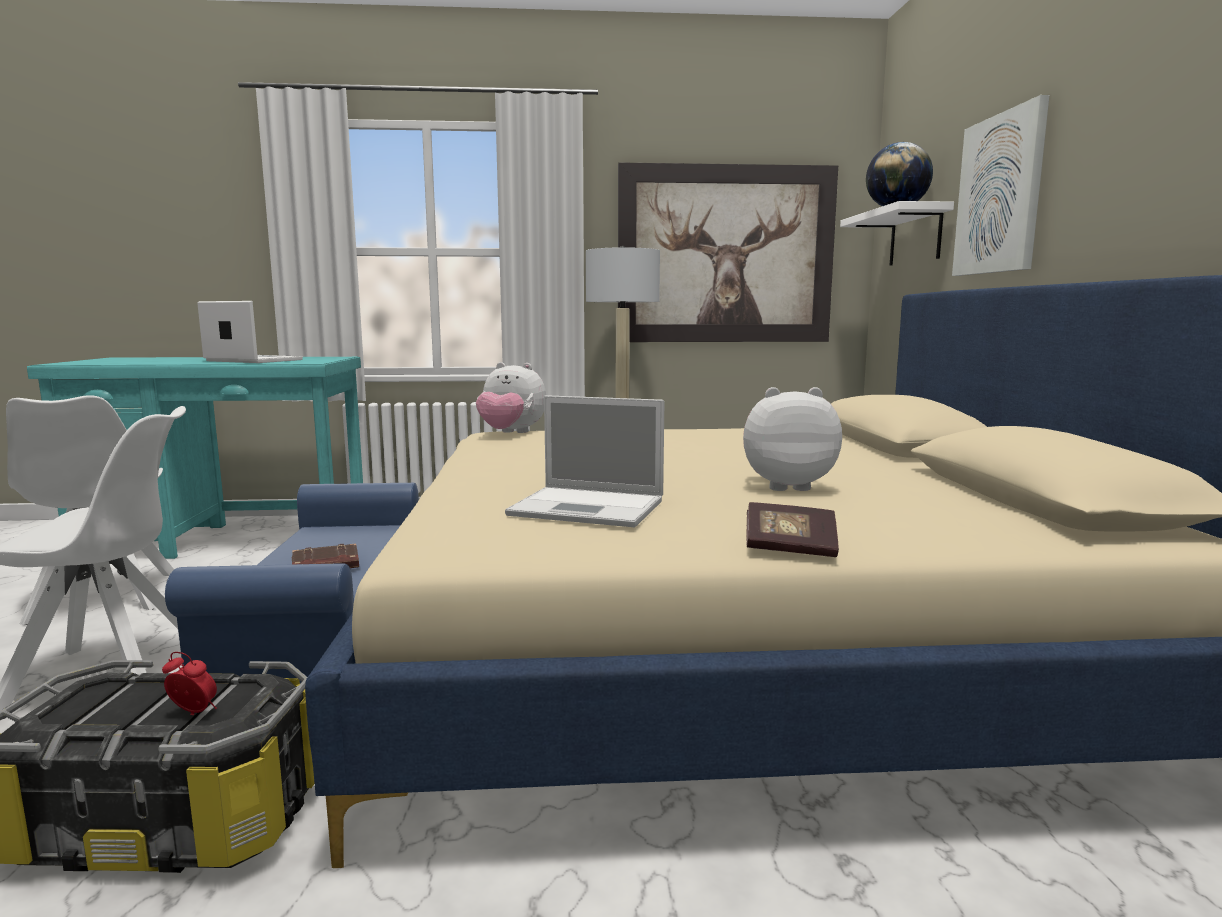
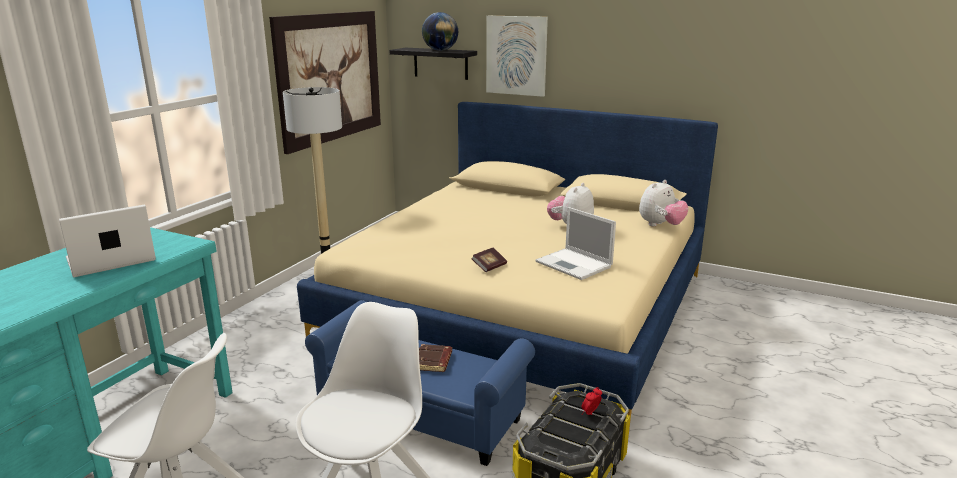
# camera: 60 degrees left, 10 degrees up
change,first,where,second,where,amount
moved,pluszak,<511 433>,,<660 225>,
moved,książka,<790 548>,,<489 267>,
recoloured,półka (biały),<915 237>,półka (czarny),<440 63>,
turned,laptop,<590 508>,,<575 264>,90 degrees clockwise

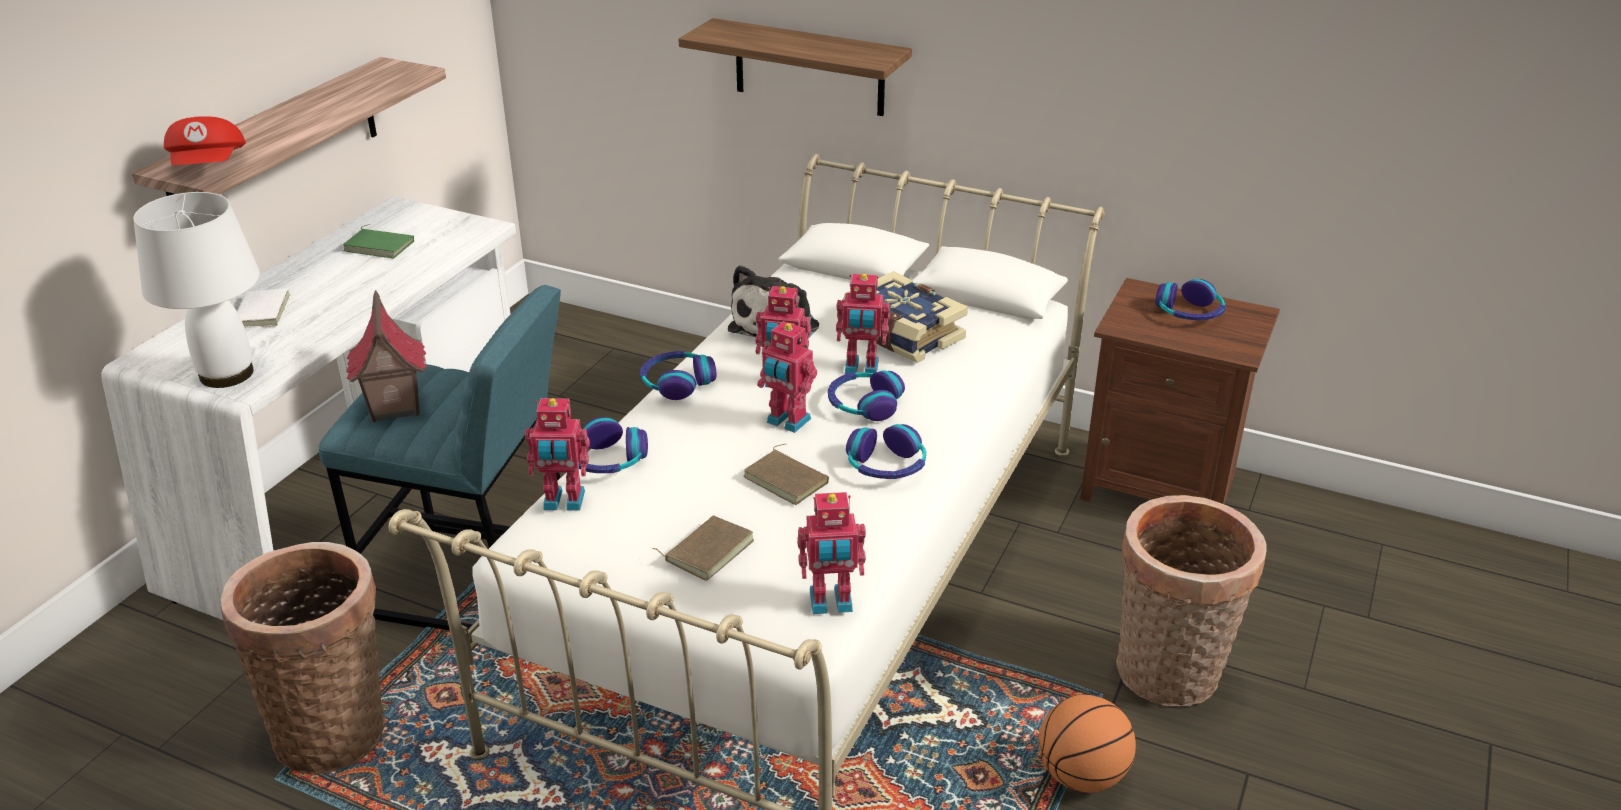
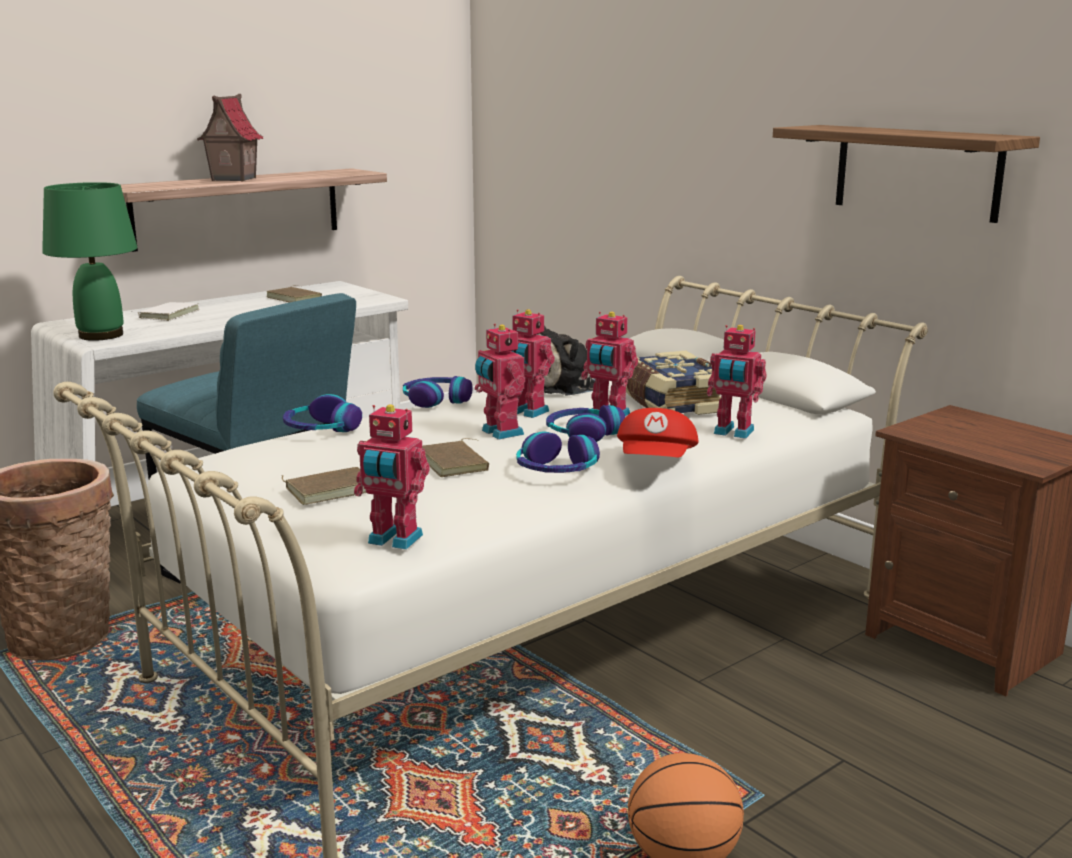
# camera: 25 degrees right, 15 degrees down
change,first,where,second,where,amount
removed,koszyk,<1167 677>,,,
removed,słuchawki,<1189 313>,,,
moved,czapka z daszkiem (czerwony),<210 167>,,<657 463>,
moved,domek,<394 407>,,<233 179>,
moved,robot zabawkowy,<563 502>,,<733 432>,
moved,półka,<809 68>,,<916 172>,
recoloured,lampa stołowa (biały),<226 373>,lampa stołowa (zielony),<101 335>,
recoloured,książka (zielony),<380 246>,książka (brązowy),<295 298>,

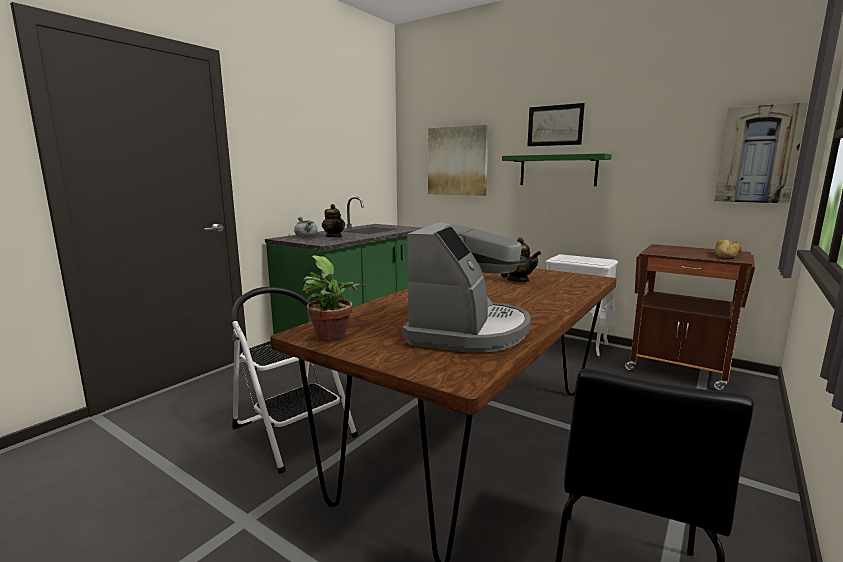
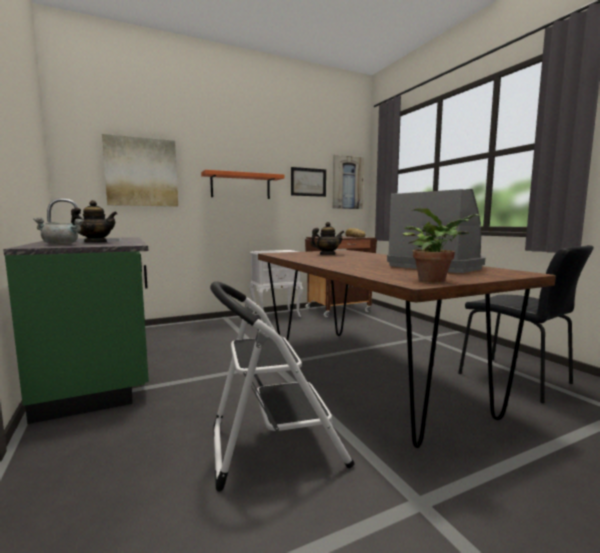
# camera: 60 degrees left, 5 degrees down
change,first,where,second,where,amount
moved,obraz,<555 125>,,<308 182>,
recoloured,półka (zielony),<557 170>,półka (pomarańczowy),<240 186>,

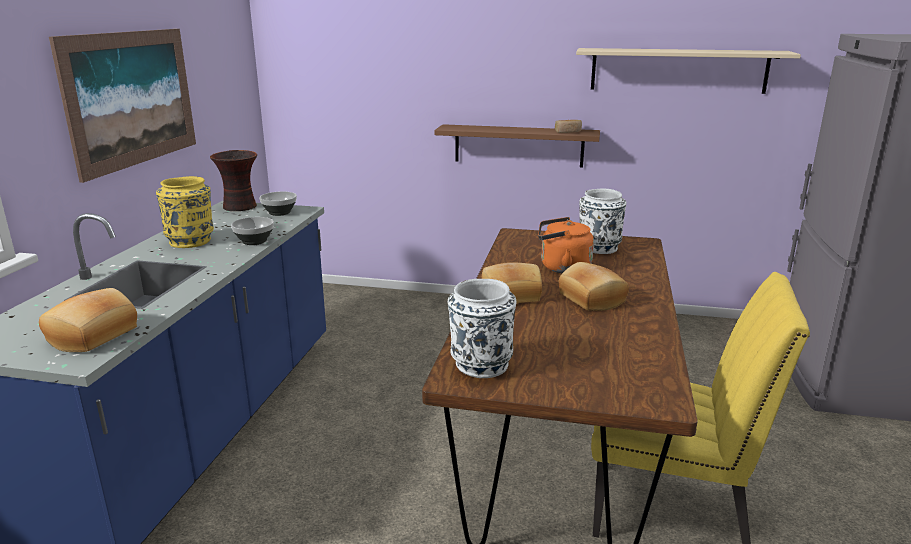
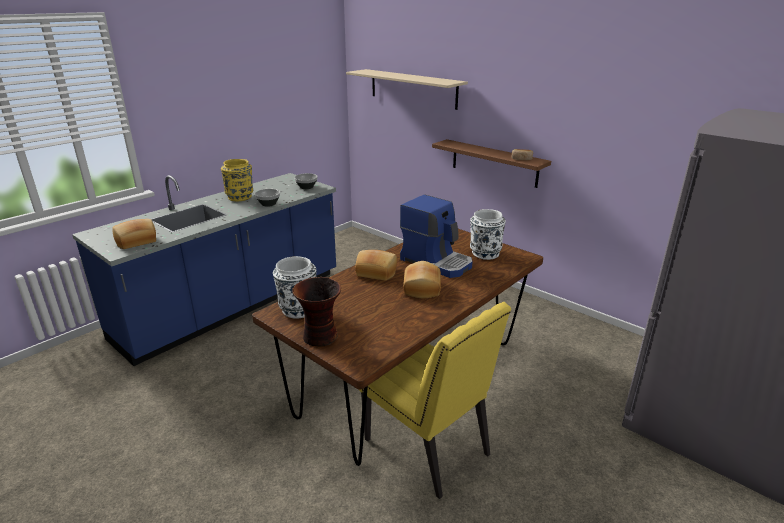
# camera: 30 degrees right, 5 degrees up
change,first,where,second,where,amount
removed,obraz,<132 98>,,,
moved,wazon,<240 207>,,<320 337>,
moved,półka (beżowy),<678 70>,,<413 88>,
replaced,czajnik (pomarańczowy),<561 268>,ekspres do kawy,<437 262>,

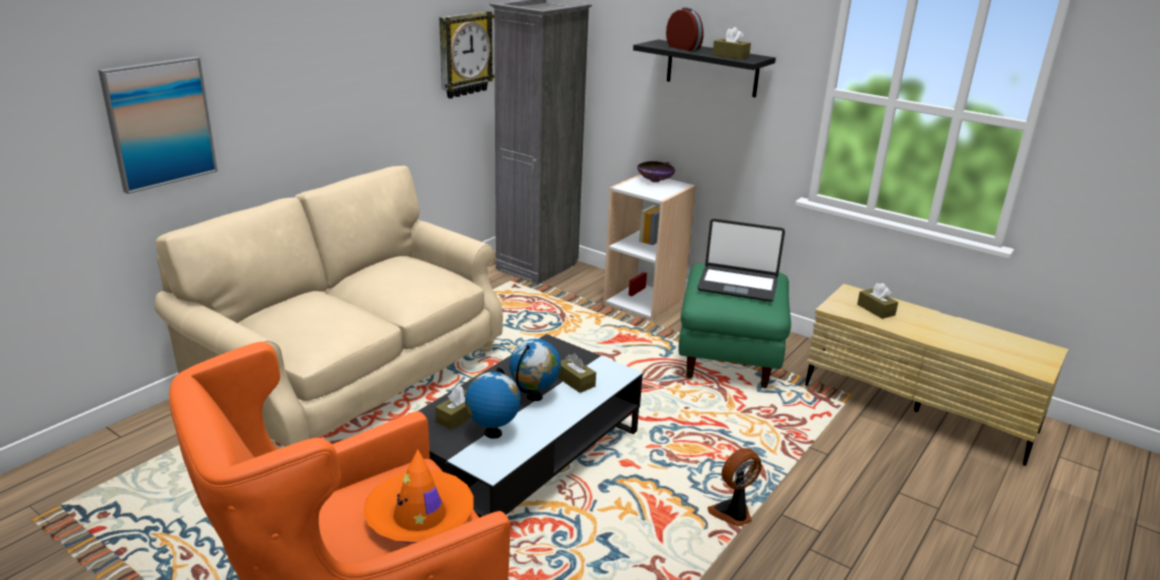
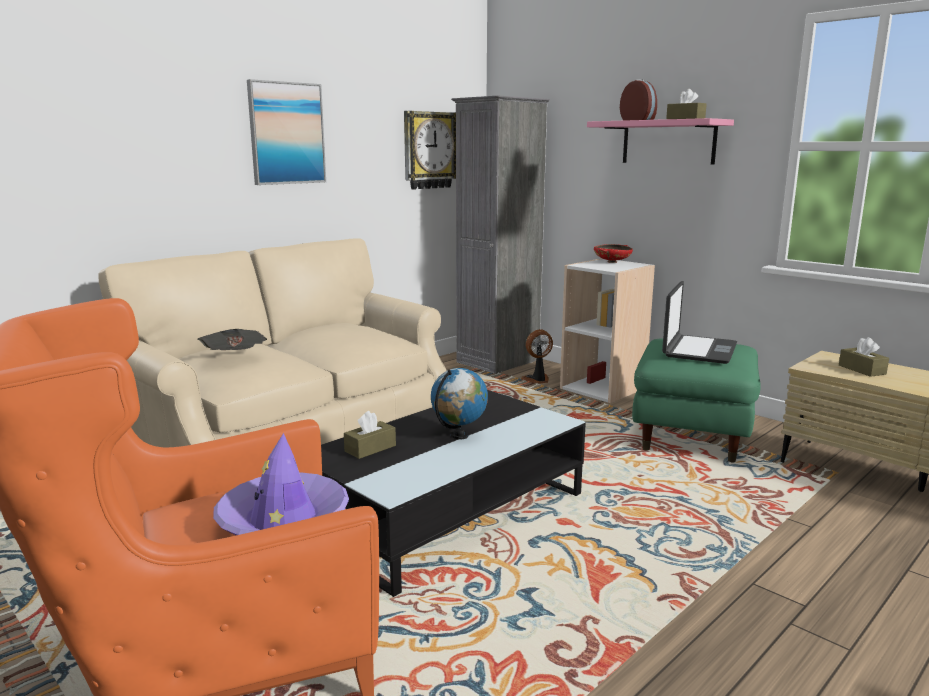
# camera: 10 degrees right, 10 degrees down
change,first,where,second,where,amount
removed,globus,<492 433>,,,
removed,pudełko chusteczek (brązowy),<575 381>,,,
added,,,gazeta,<235 358>,
moved,obraz,<160 123>,,<286 133>,
moved,wentylator,<733 514>,,<537 380>,
recoloured,kapelusz (pomarańczowy),<420 516>,kapelusz (fioletowy),<283 520>,
recoloured,półka (czarny),<712 68>,półka (różowy),<668 142>,
recoloured,miska (fioletowy),<655 181>,miska (czerwony),<612 262>,
turned,laptop,<737 285>,,<698 350>,90 degrees counterclockwise

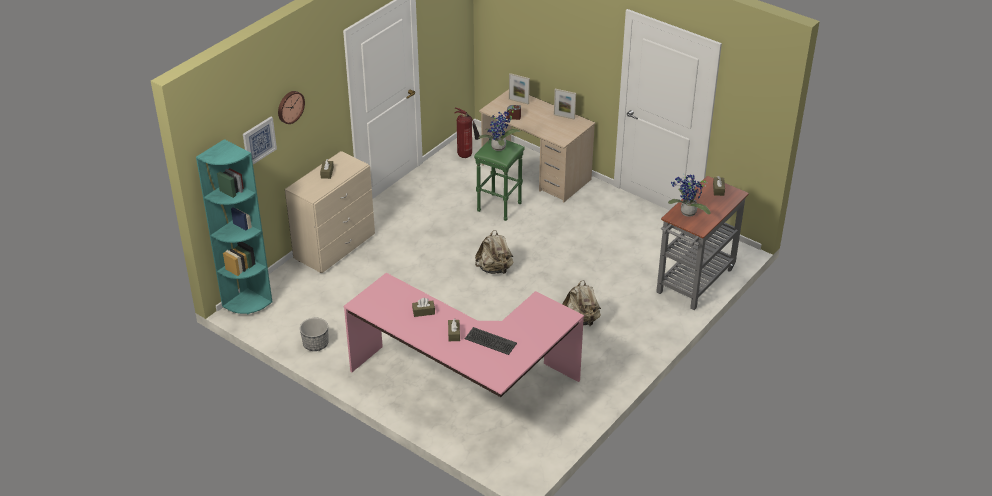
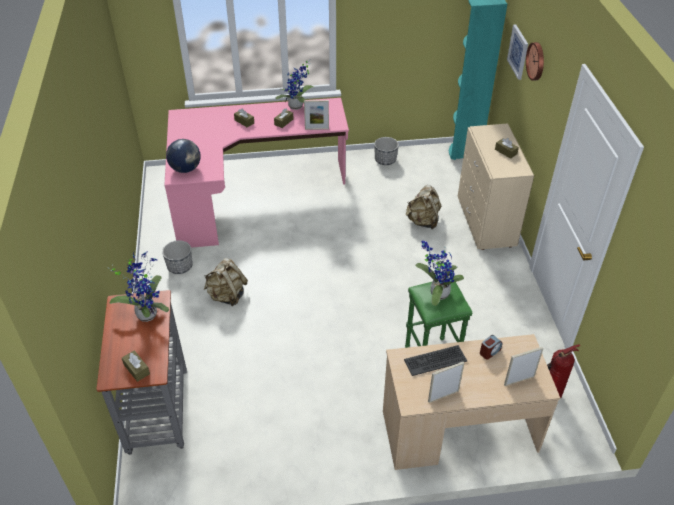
# camera: 135 degrees right, 5 degrees up
change,first,where,second,where,amount
added,,,donica,<180 266>,
added,,,globus,<185 169>,
added,,,roślina doniczkowa,<297 107>,
added,,,ramka na zdjęcie,<317 129>,
moved,klawiatura,<490 341>,,<435 360>,
moved,plecak (beżowy),<495 269>,,<423 221>,

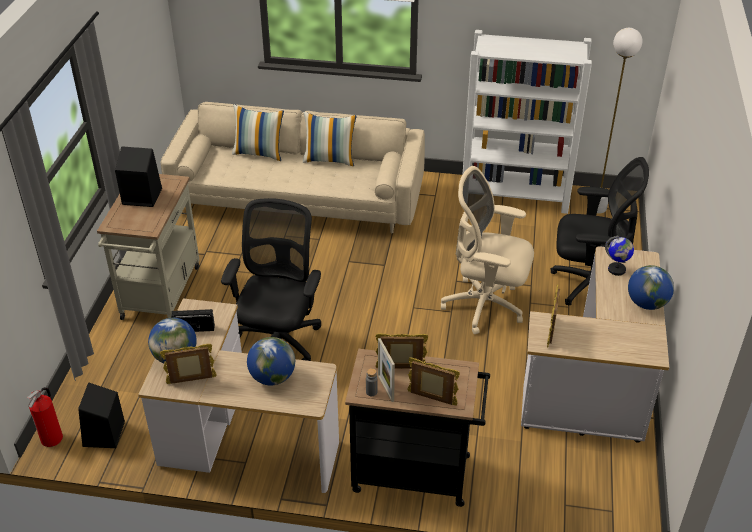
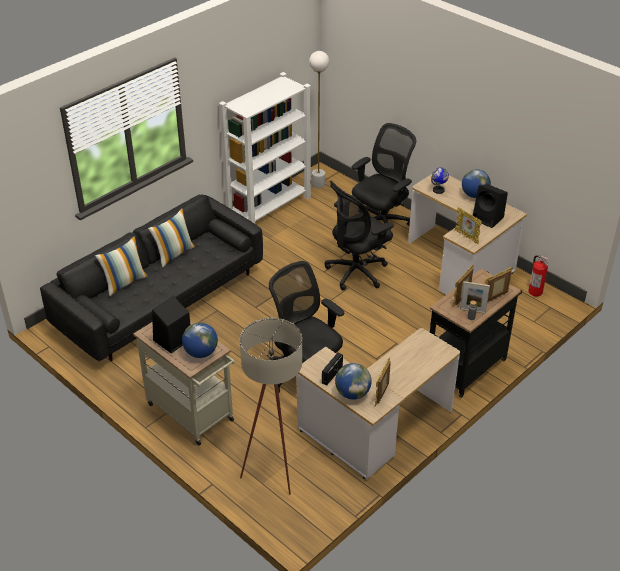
# camera: 55 degrees left, 0 degrees up
change,first,where,second,where,amount
added,,,lampa stojąca (beżowy),<274 468>,
moved,gaśnica,<52 438>,,<535 291>,
moved,głośnik (czarny),<104 435>,,<488 218>,
moved,globus,<272 377>,,<201 353>,
recoloured,kanapa (beżowy),<299 198>,kanapa (czarny),<160 299>,
recoloured,krzesło biurowe (beżowy),<488 305>,krzesło biurowe (czarny),<358 270>,

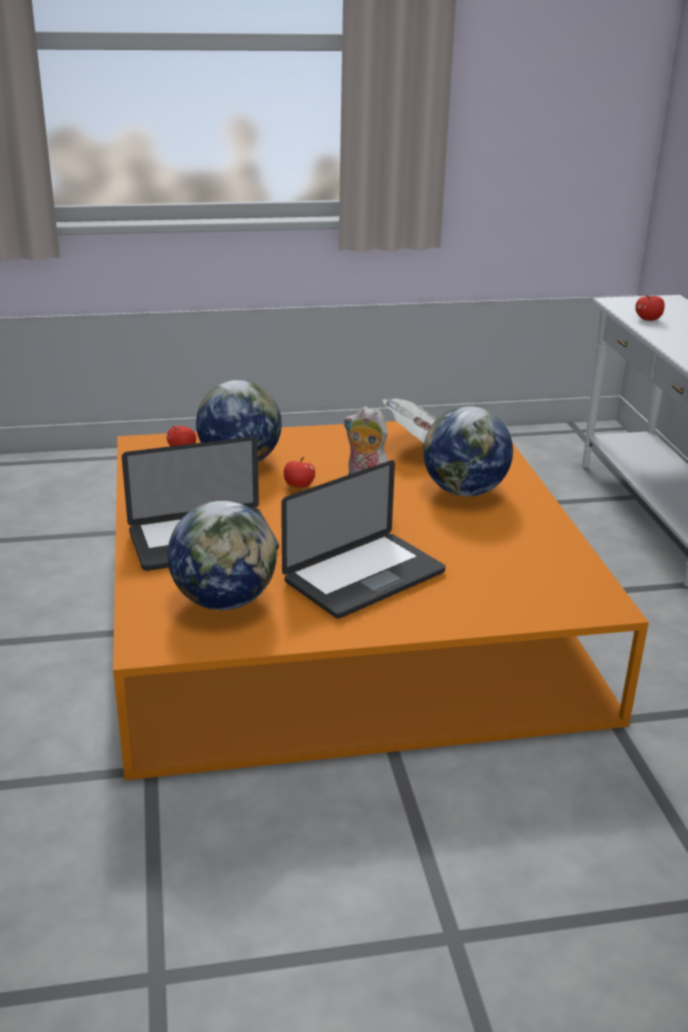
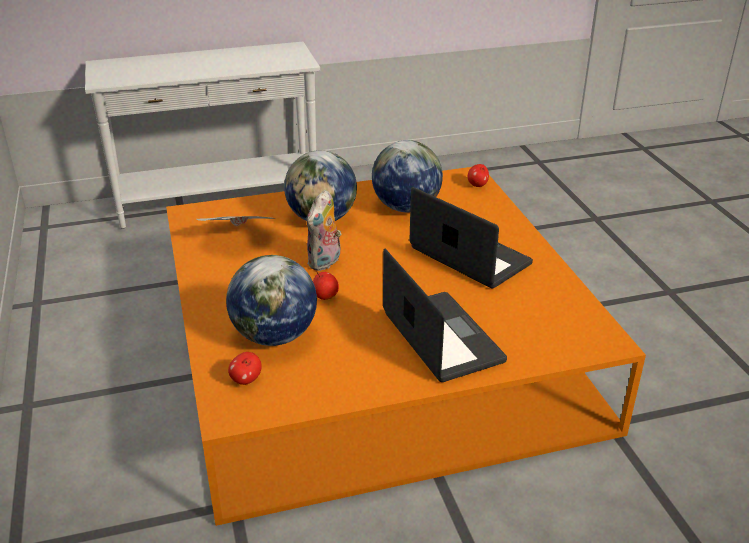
# camera: 95 degrees left, 5 degrees up
change,first,where,second,where,amount
moved,globus,<224 601>,,<406 207>,
moved,jabłko,<648 319>,,<477 185>,

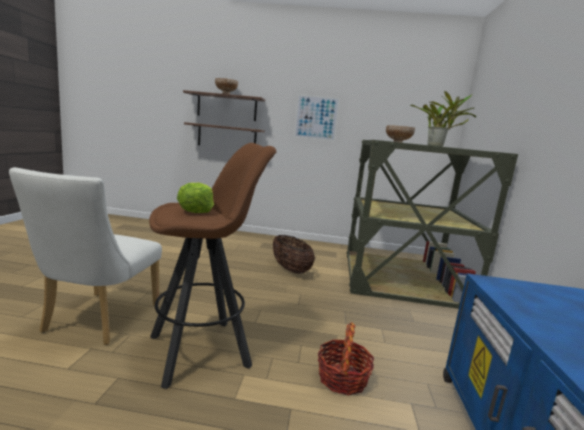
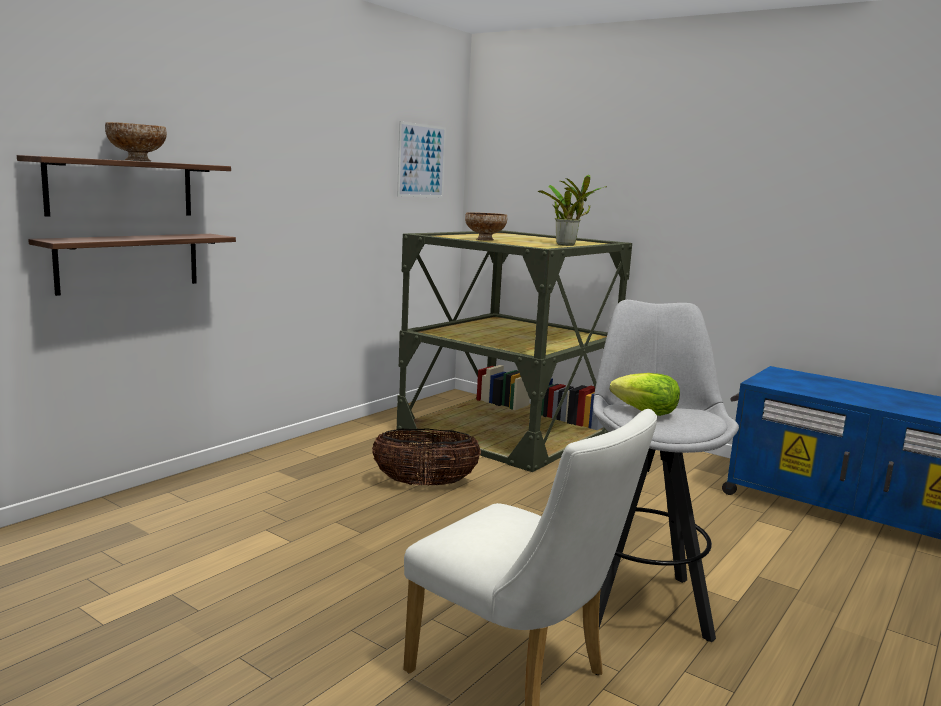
# camera: 60 degrees left, 0 degrees up
change,first,where,second,where,amount
removed,koszyk,<342 378>,,,
moved,obraz,<316 117>,,<421 161>,
recoloured,stołek (brązowy),<203 350>,stołek (szary),<639 601>,

